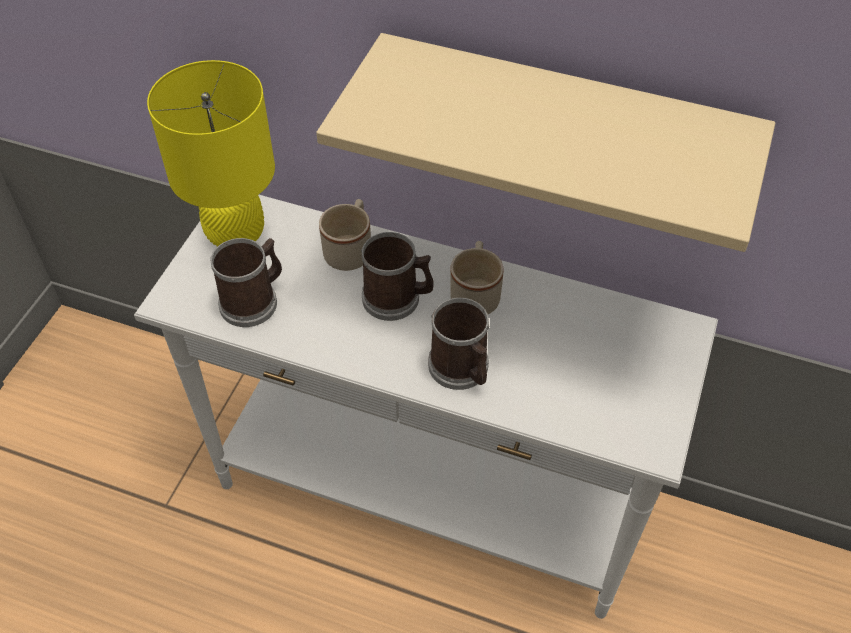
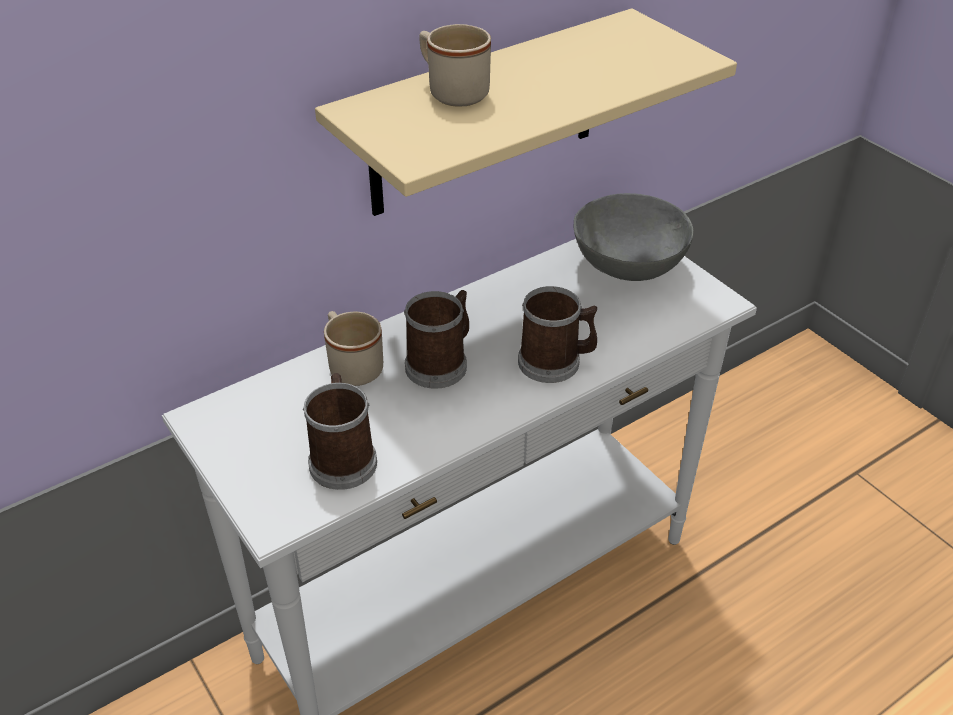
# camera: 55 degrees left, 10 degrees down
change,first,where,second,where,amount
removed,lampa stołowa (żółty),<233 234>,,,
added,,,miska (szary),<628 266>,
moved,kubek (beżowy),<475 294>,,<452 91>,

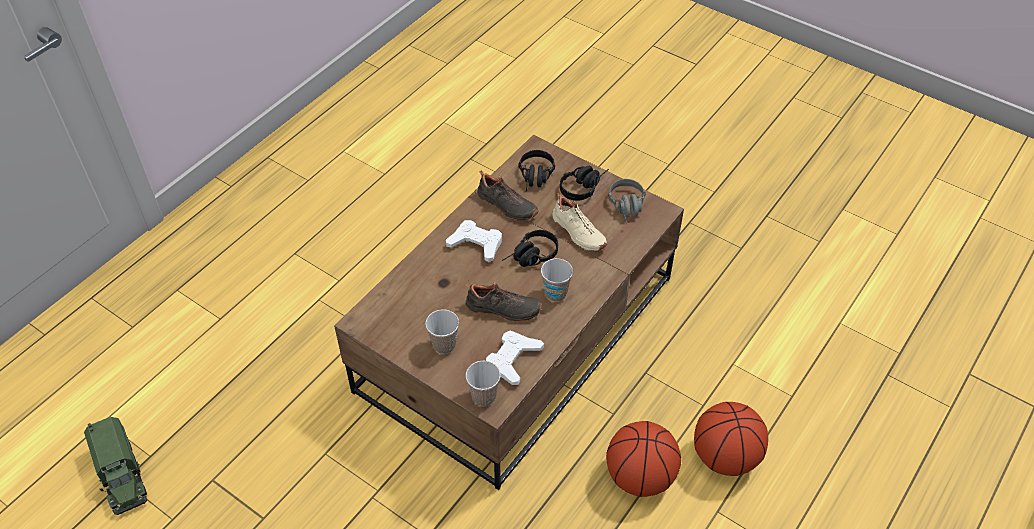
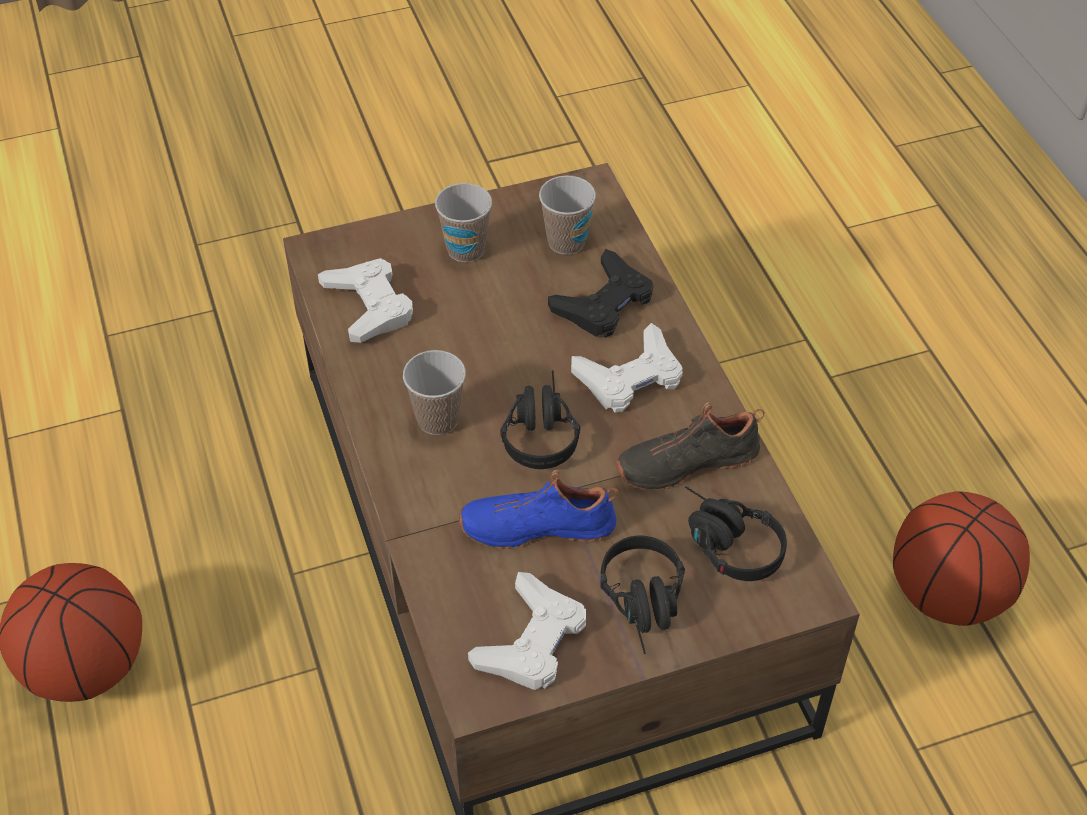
# camera: 125 degrees right, 0 degrees up
change,first,where,second,where,amount
removed,ciężarówka zabawkowa,<121 475>,,,
removed,but (czarny),<503 310>,,,
added,,,pad do gier (czarny),<604 303>,
moved,filiżanka,<484 397>,,<566 242>,
moved,piłka do koszykówki,<639 477>,,<947 594>,
replaced,słuchawki (szary),<628 208>,pad do gier (biały),<531 640>,
recoloured,but (beżowy),<577 233>,but (niebieski),<537 524>,

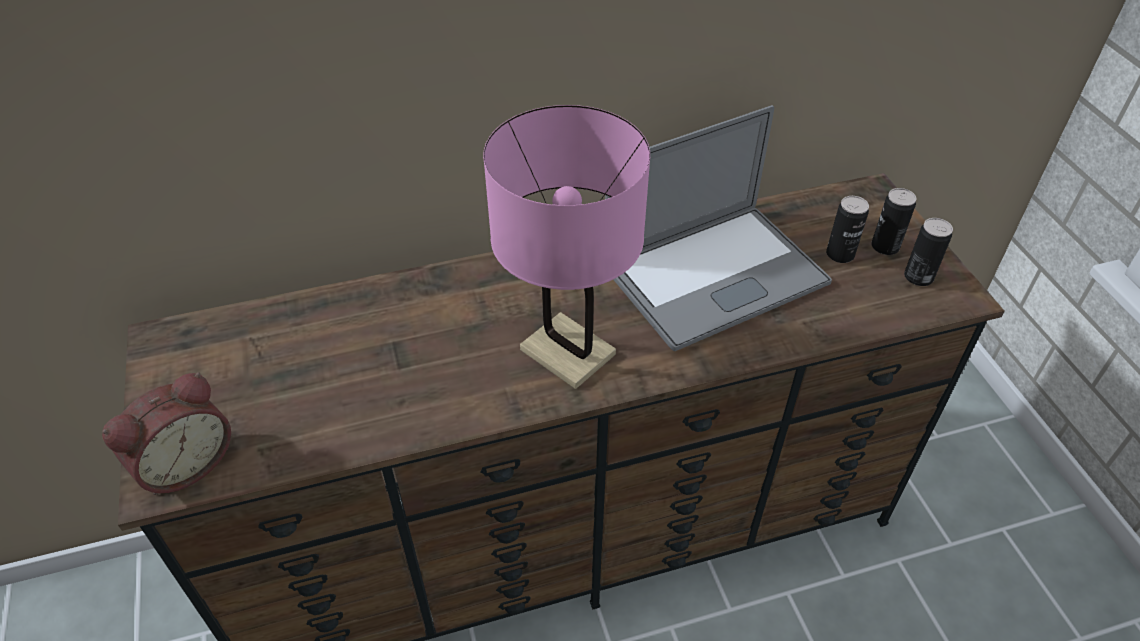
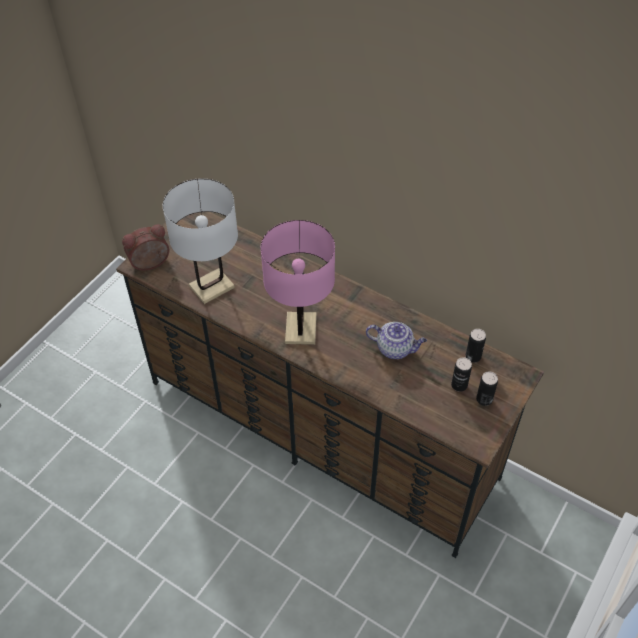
# camera: 50 degrees right, 5 degrees up
change,first,where,second,where,amount
added,,,lampa stołowa (biały),<211 287>,
moved,puszka,<918 277>,,<473 356>,
replaced,laptop,<715 275>,imbryk,<395 349>,
turned,budzik,<185 462>,,<150 264>,150 degrees clockwise

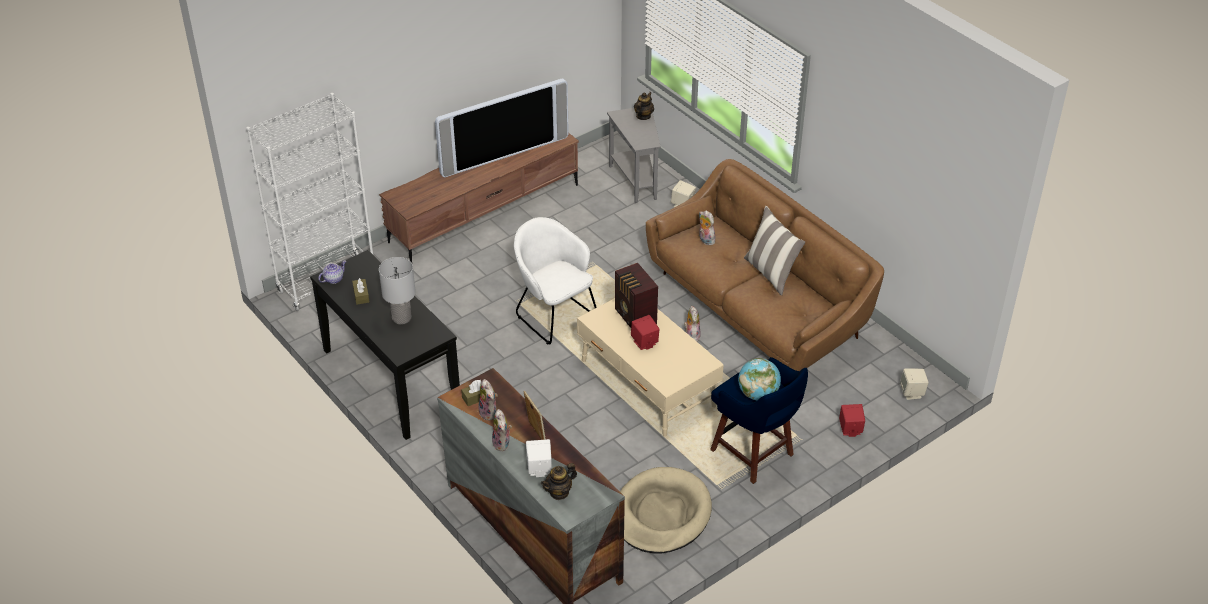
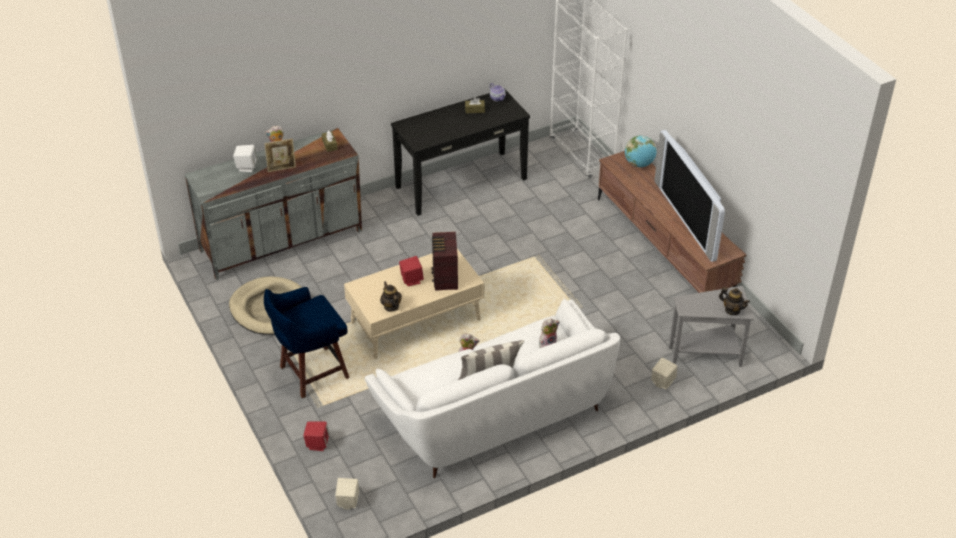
# camera: 100 degrees right, 0 degrees up
change,first,where,second,where,amount
removed,lampa stołowa (szary),<402 320>,,,
removed,pluszak,<489 413>,,,
removed,fotel (biały),<554 314>,,,
moved,imbryk,<559 492>,,<391 306>,
moved,globus,<758 394>,,<639 164>,
recoloured,kanapa (brązowy),<758 308>,kanapa (biały),<495 411>,
turned,radio,<635 317>,,<444 278>,75 degrees counterclockwise

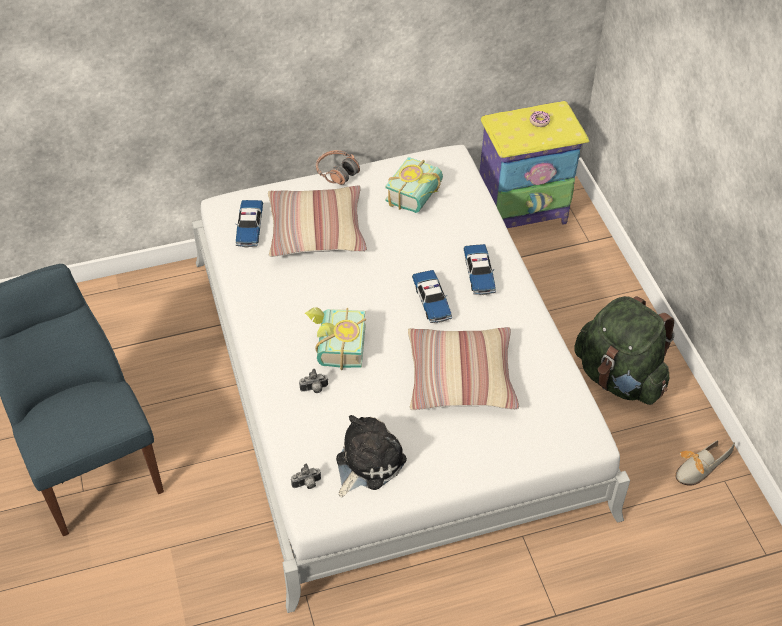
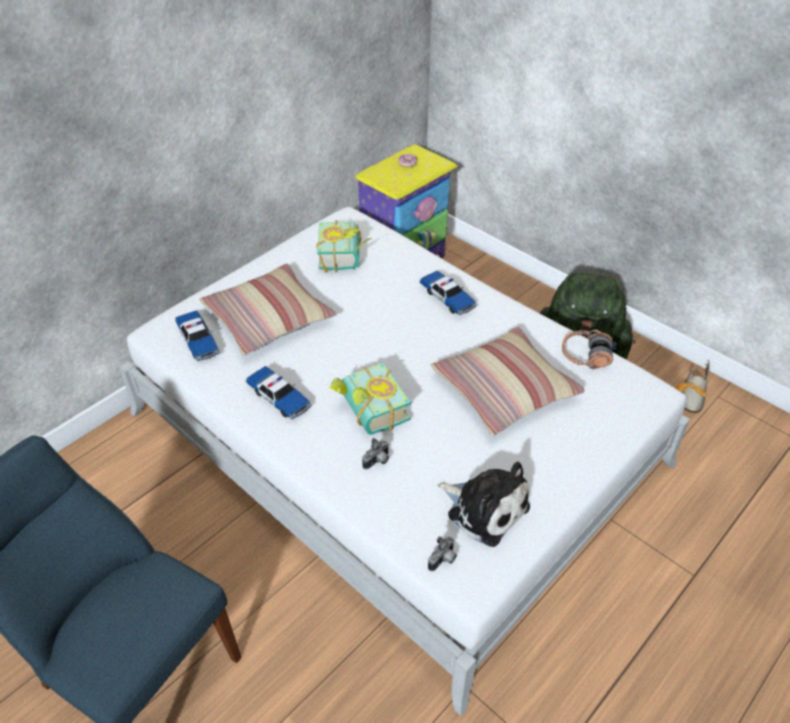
# camera: 30 degrees left, 5 degrees down
change,first,where,second,where,amount
moved,słuchawki,<337 172>,,<585 356>,
moved,samochodzik,<431 301>,,<279 397>,
turned,pluszak,<367 463>,,<484 508>,120 degrees clockwise

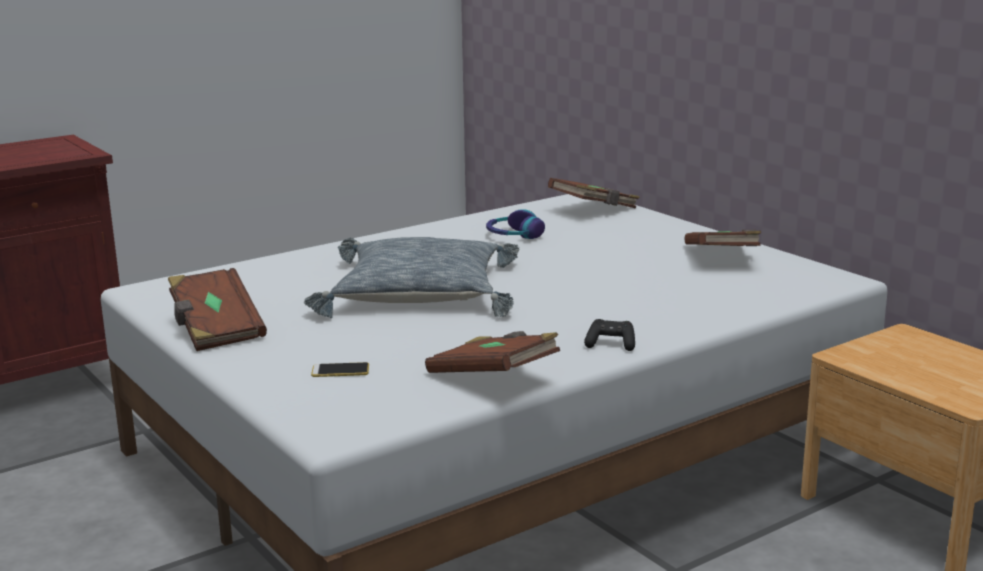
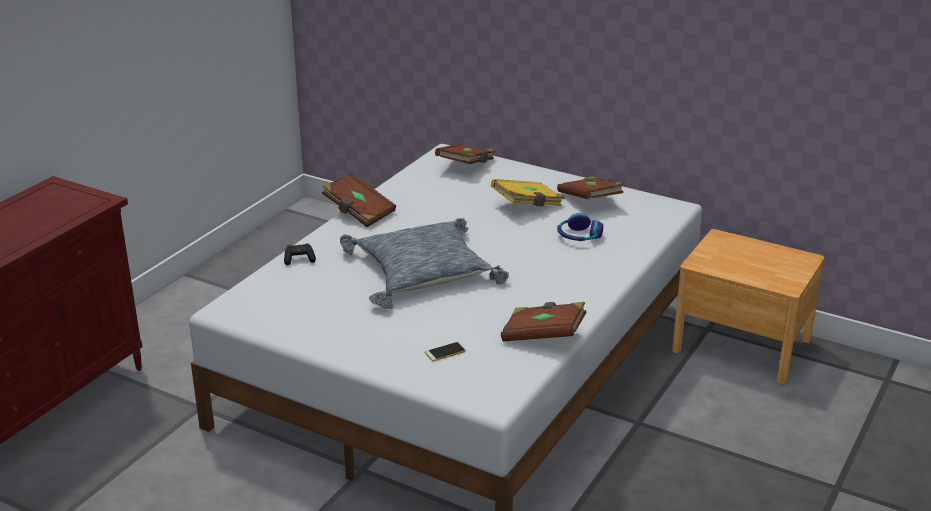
# camera: 25 degrees left, 10 degrees up
change,first,where,second,where,amount
added,,,książka (żółty),<527 205>,
moved,książka (brązowy),<215 330>,,<358 212>,
moved,słuchawki,<514 235>,,<579 236>,
moved,pad do gier (czarny),<611 344>,,<299 259>,

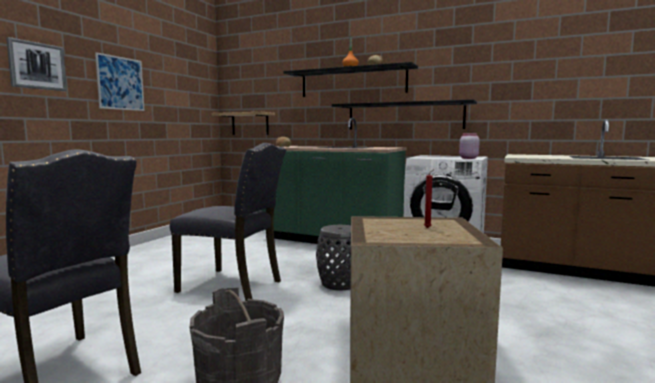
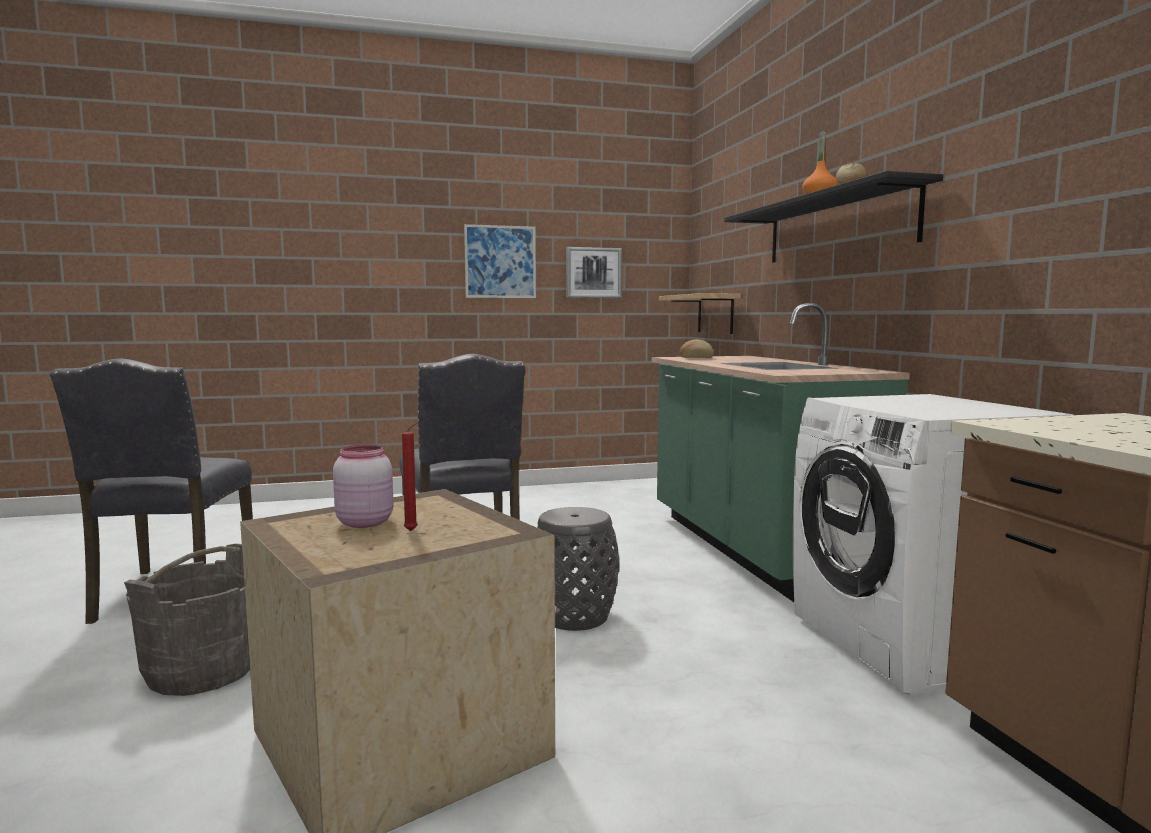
# camera: 50 degrees right, 0 degrees up
change,first,where,second,where,amount
removed,półka (czarny),<404 116>,,,
moved,obraz,<37 66>,,<593 273>,
moved,słoik (różowy),<468 158>,,<364 522>,

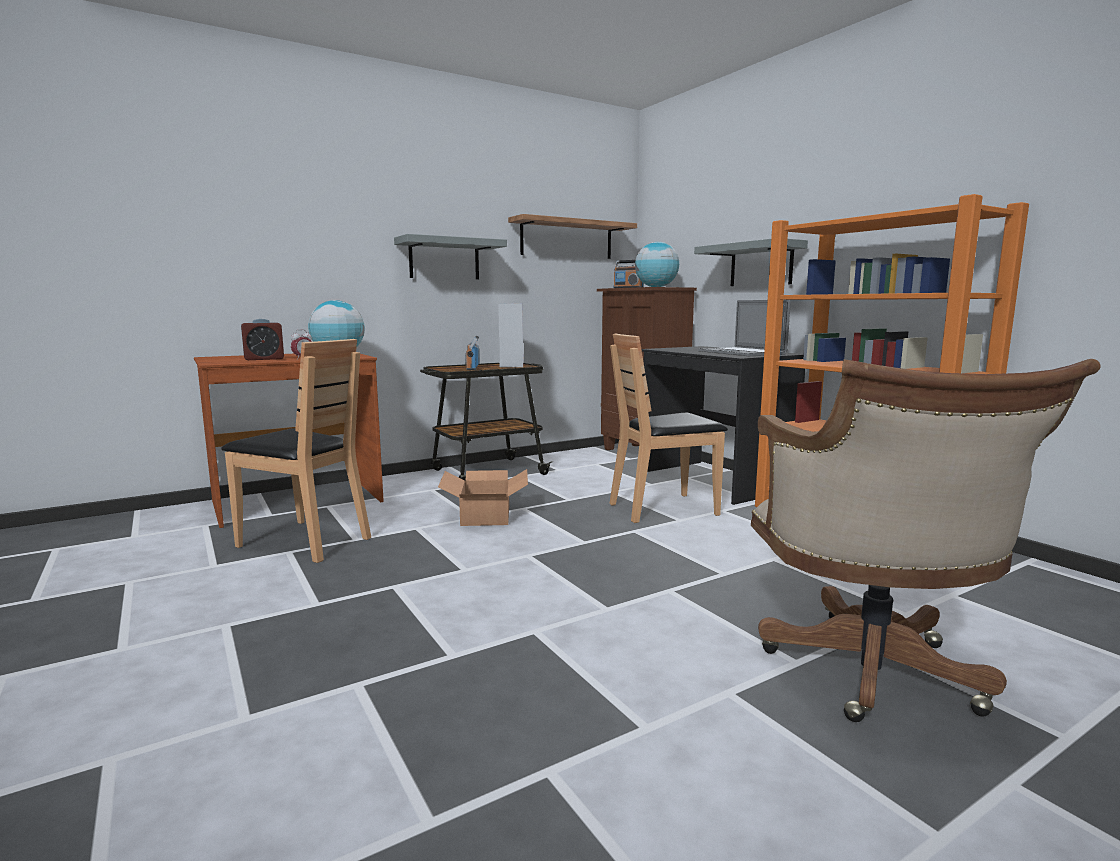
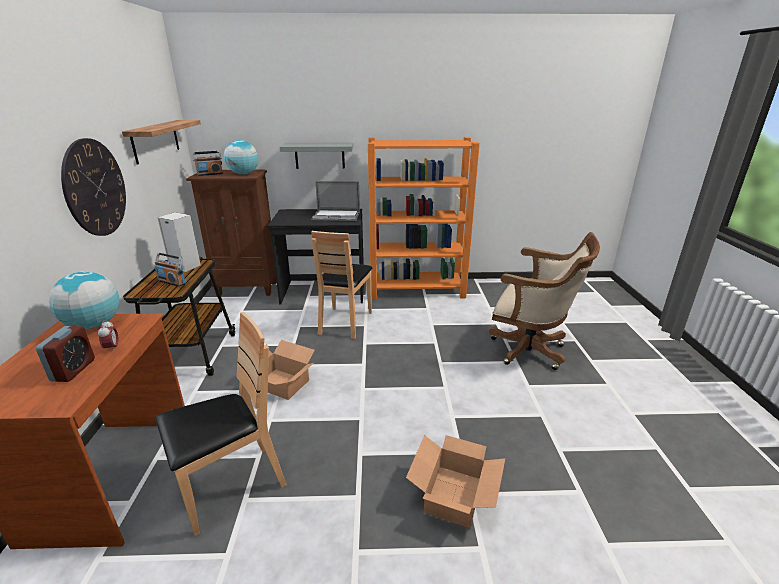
# camera: 60 degrees left, 15 degrees up
change,first,where,second,where,amount
added,,,karton,<453 496>,
replaced,półka (szary),<444 259>,zegar ścienny,<95 188>,

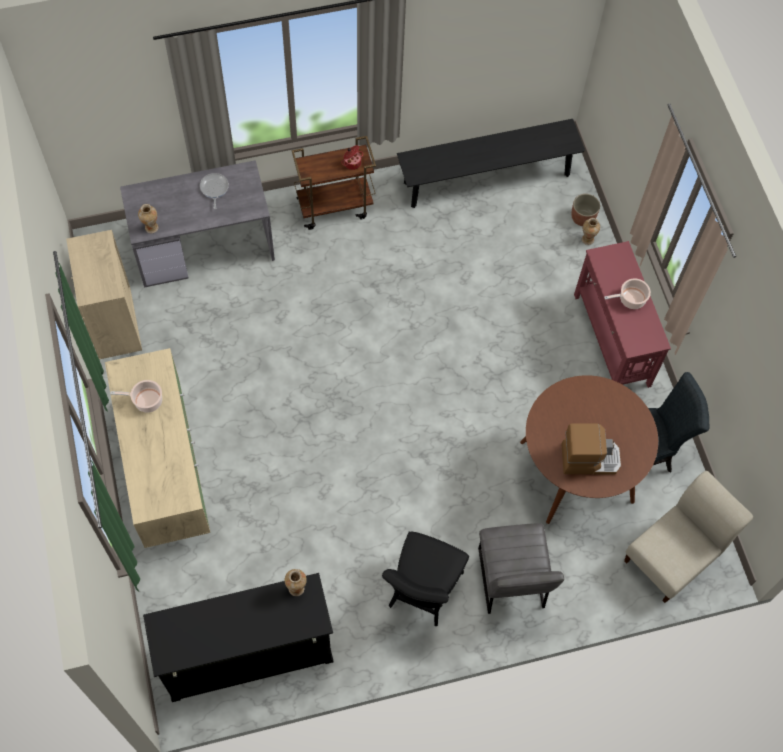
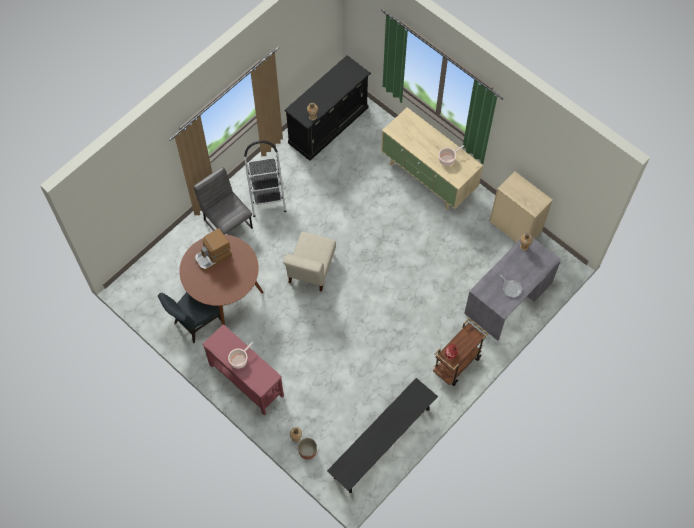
# camera: 150 degrees right, 0 degrees up
change,first,where,second,where,amount
moved,krzesło (beżowy),<674 556>,,<310 270>,
replaced,krzesło (czarny),<422 593>,drabinka,<266 193>,

